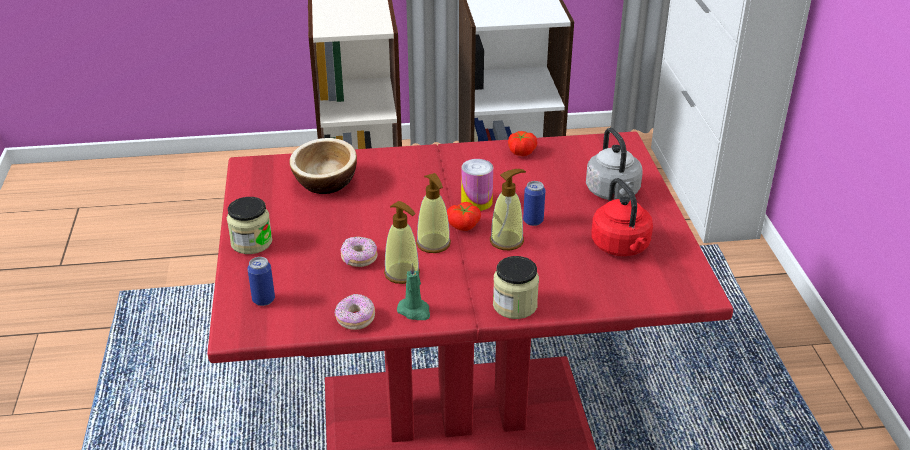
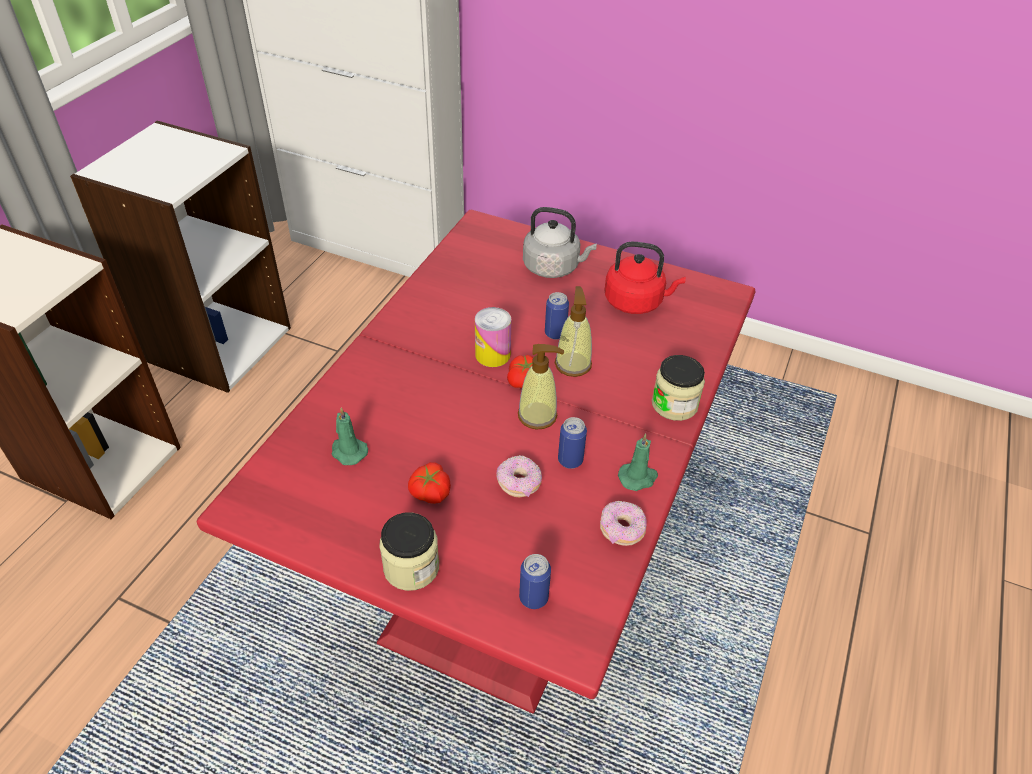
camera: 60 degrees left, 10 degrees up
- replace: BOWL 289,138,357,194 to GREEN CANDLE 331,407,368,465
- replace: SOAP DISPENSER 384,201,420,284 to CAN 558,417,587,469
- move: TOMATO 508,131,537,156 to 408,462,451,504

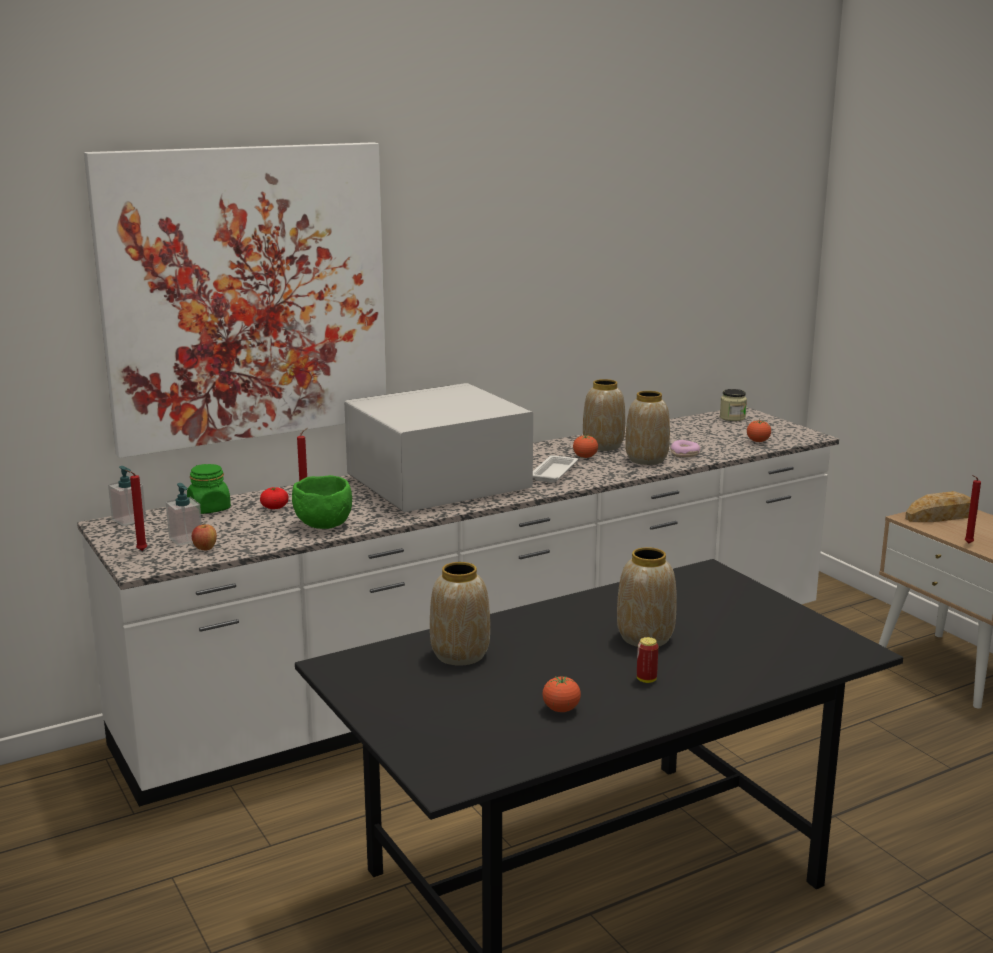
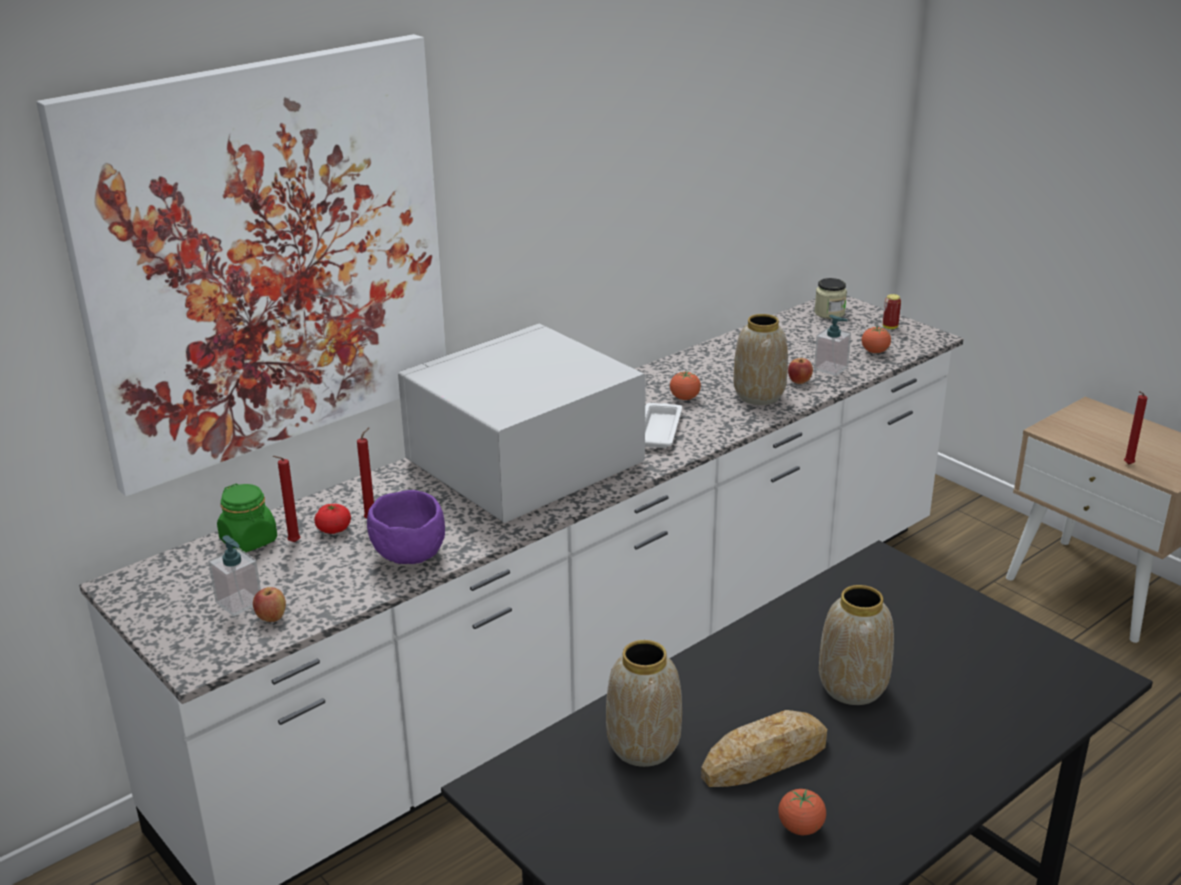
camera: 10 degrees left, 10 degrees up
- move: SOAP DISPENSER 108,466,146,526 to 814,315,851,376
- move: RED CANDLE 125,470,147,551 to 272,456,300,543
- recolor: GREEN BOWL 292,475,352,529 to PURPLE BOWL 367,490,445,564
- delete: VASE 583,379,625,451
- move: CAN 637,637,659,683 to 883,294,901,329
- replace: DONUT 670,440,700,457 to APPLE 788,358,813,384
- move: BREAD 905,491,978,522 to 701,710,827,787

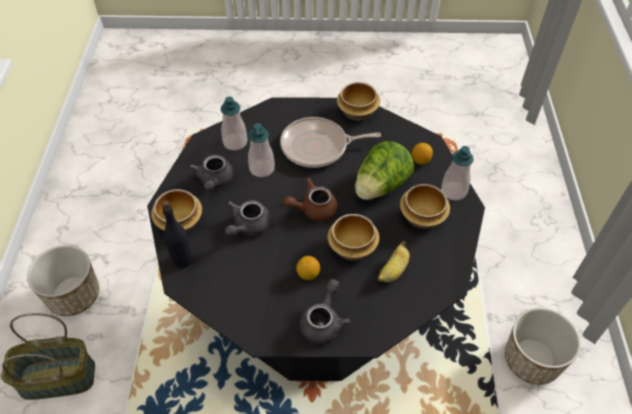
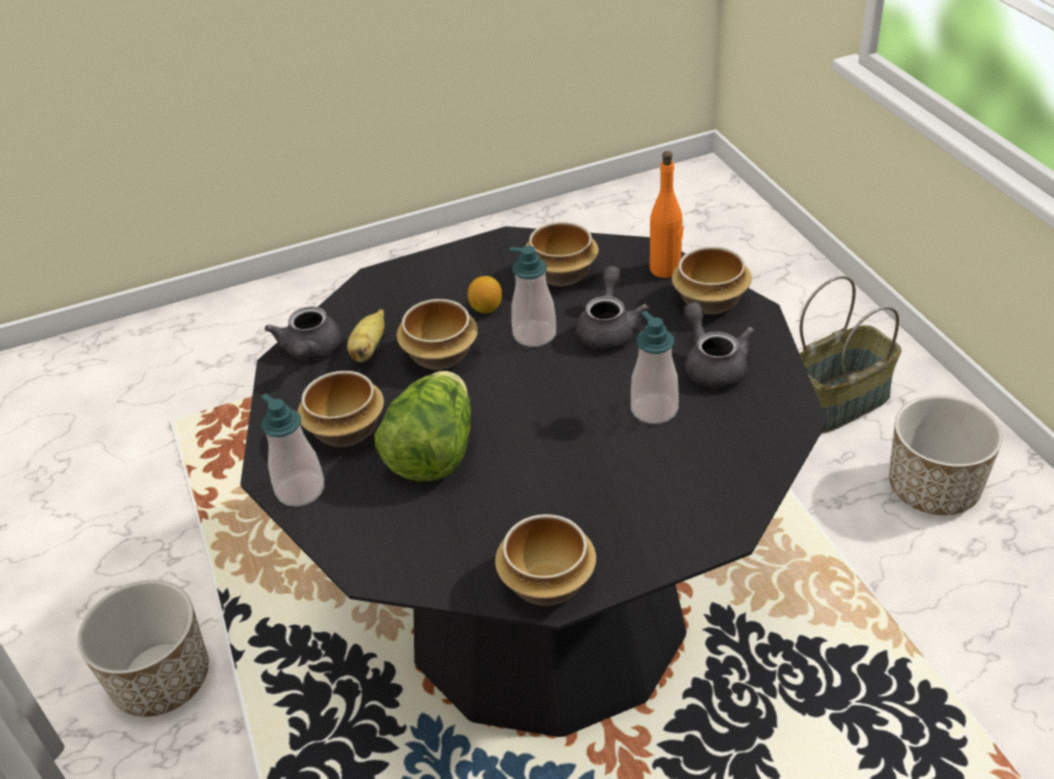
camera: 160 degrees right, 10 degrees down
- recolor: BLACK BOTTLE 162,201,193,268 to ORANGE BOTTLE 650,151,683,278
- move: SOAP DISPENSER 221,97,248,150 to 510,246,556,347
- delete: FRYING PAN 280,117,381,168
- delete: BROWN TEAPOT 283,178,338,221
- move: GREY TEAPOT 300,279,351,344 to 265,306,342,360
- delete: LEMON 412,143,433,165
- insert: BOWL 526,222,599,286

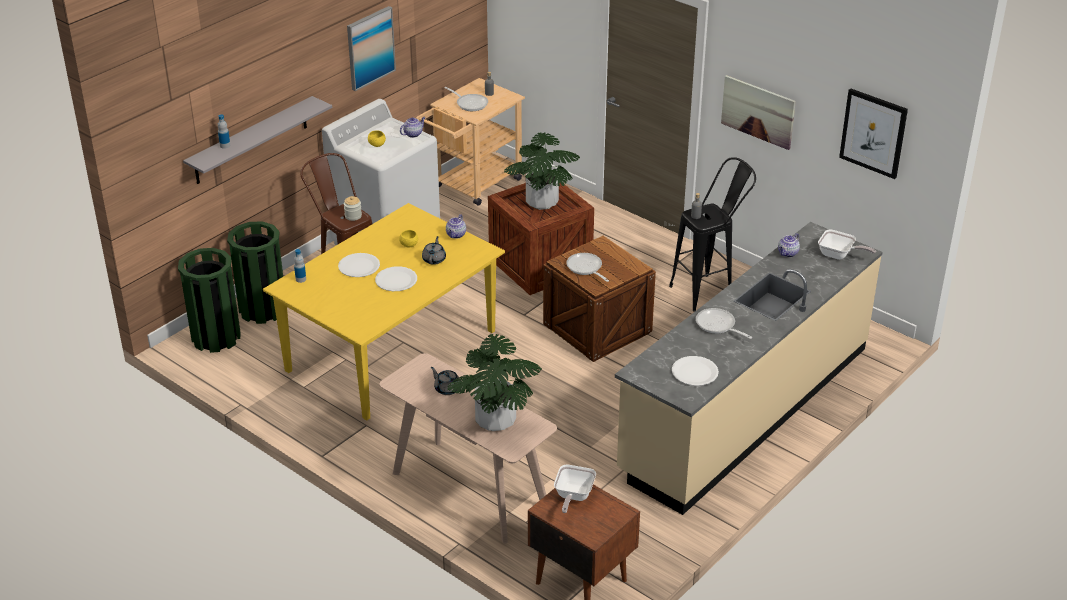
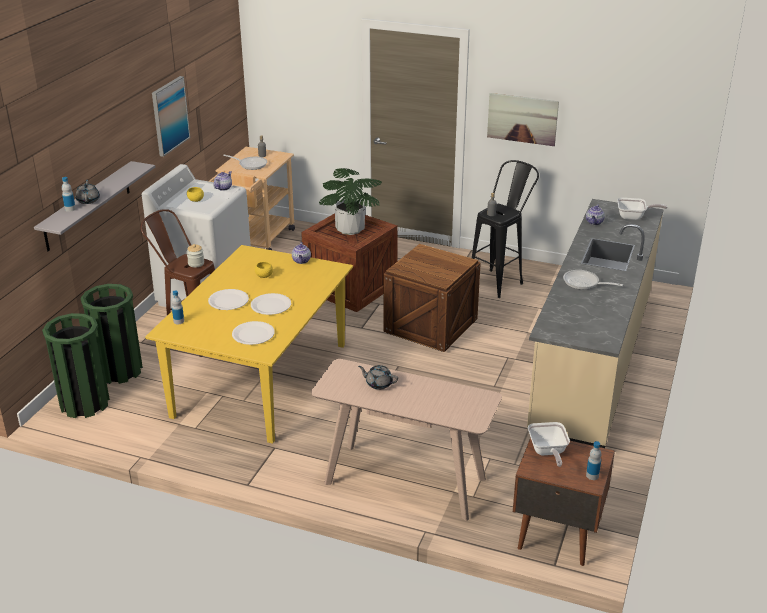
camera: 20 degrees left, 5 degrees down
- move: GREY TEAPOT 422,236,446,265 to 75,179,100,204
- delete: POTTED PLANT 448,334,542,431
- delete: FRYING PAN 566,253,609,282
- move: WHITE PLATE 672,356,719,386 to 232,321,274,345
- delete: PICTURE 839,88,908,179
- insert: BOTTLE 586,441,601,480

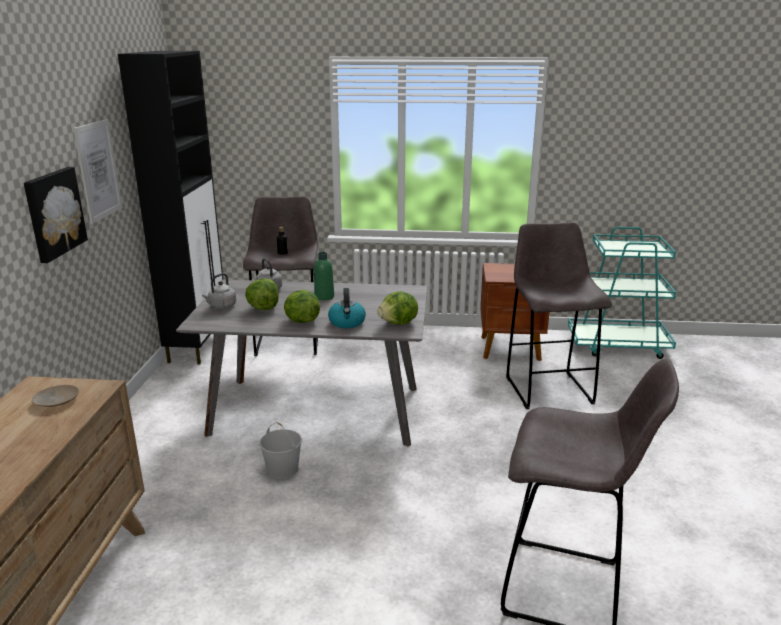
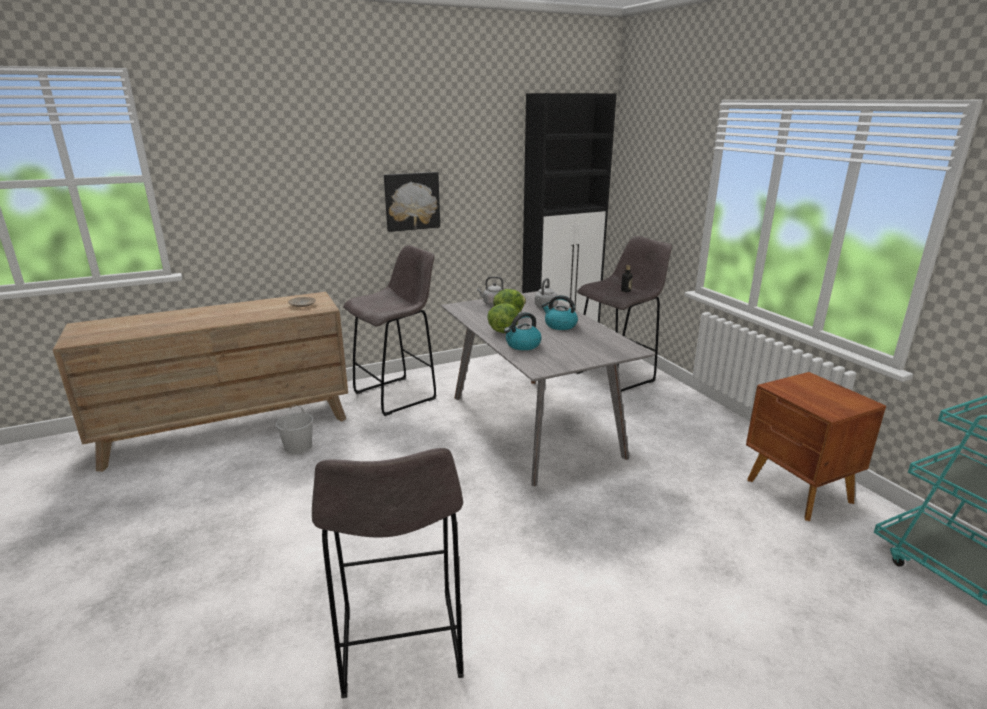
camera: 60 degrees right, 0 degrees up
- delete: PICTURE 73,119,123,224
- move: WHITE BUCKET 259,422,302,479 to 276,405,313,454
- replace: GREEN BOTTLE 314,252,334,300 to KETTLE 542,295,578,330
- delete: LETTUCE 377,291,418,325
- move: GREY STOOL 506,222,612,409 to 343,245,437,416

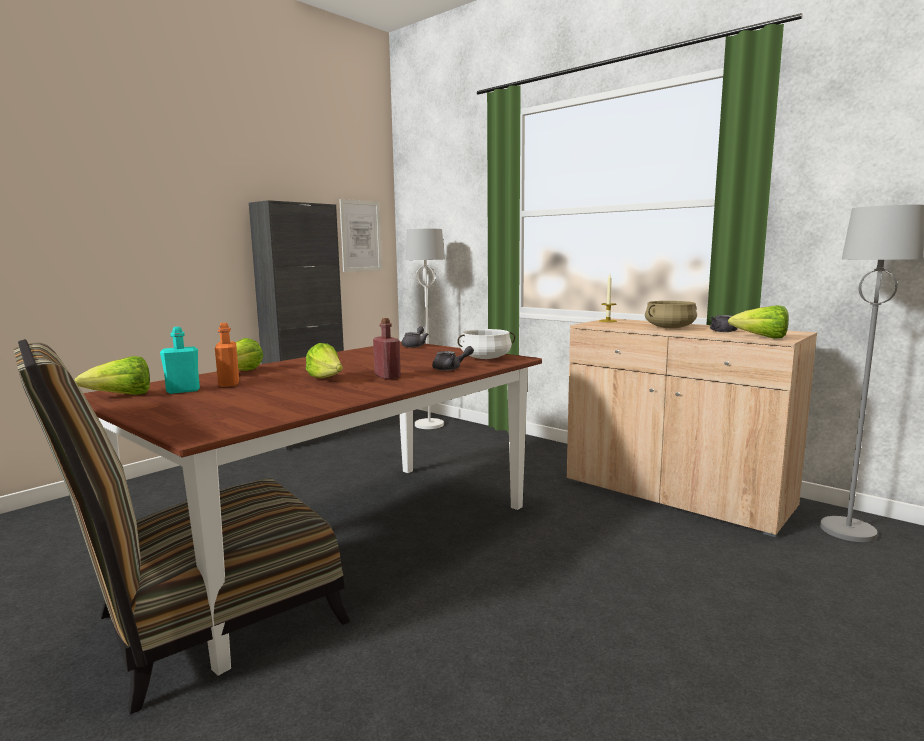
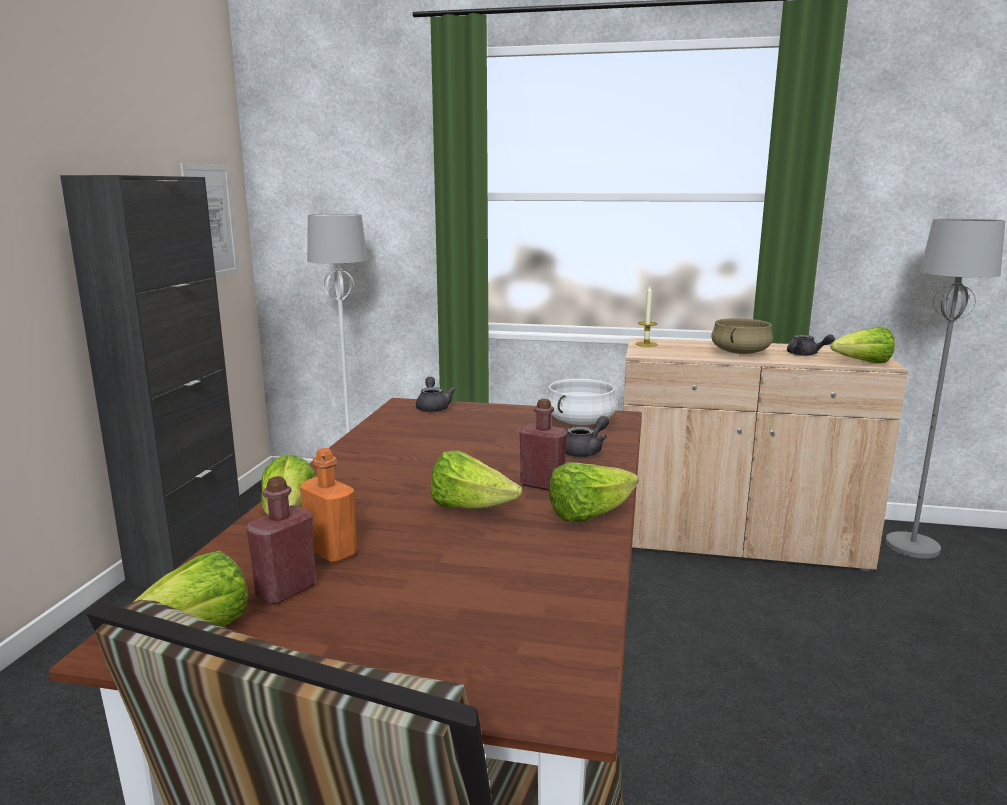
camera: 30 degrees left, 5 degrees up
- recolor: TURQUOISE BOTTLE 160,327,200,394 to RED BOTTLE 246,476,316,605
- insert: LETTUCE 549,462,638,522

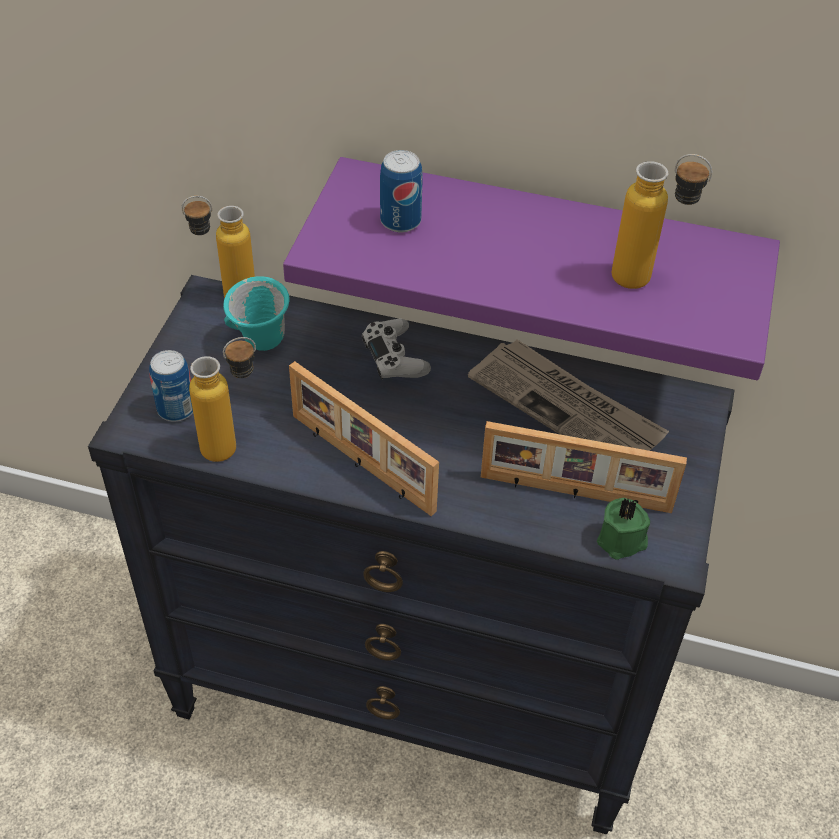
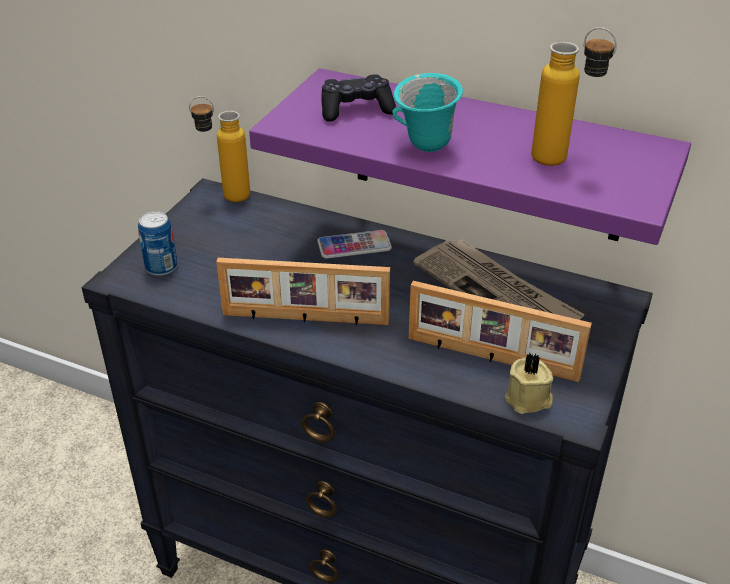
camera: 10 degrees right, 10 degrees down
- delete: BOTTLE 189,337,256,462
- move: TURQUOISE MUG 223,276,290,351 to 392,73,463,152
- rotate: PICTURE FRAME 289,361,439,516 = 216,258,390,326 45 degrees counterclockwise
- replace: WHITE GAME CONTROLLER 362,319,431,379 to PHONE 317,230,392,259
- replace: CAN 380,150,423,233 to BLACK GAME CONTROLLER 321,74,396,122
- recolor: GREEN CANDLE 597,498,650,559 to BEIGE CANDLE 505,353,553,414

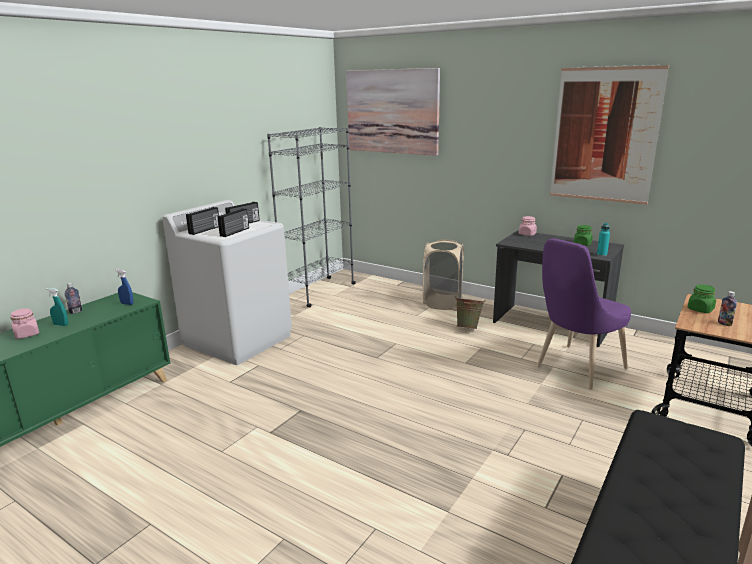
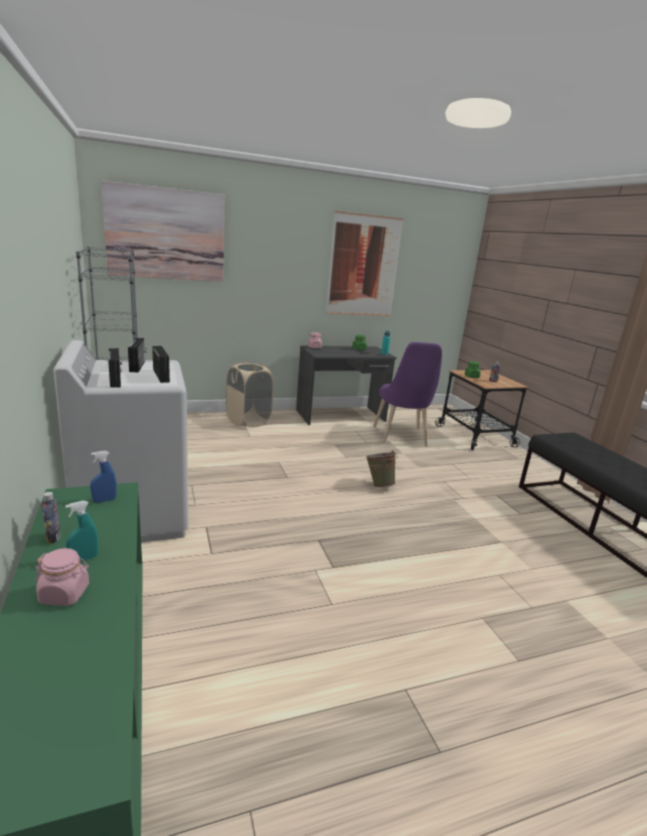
camera: 55 degrees left, 0 degrees up
- move: GREEN BUCKET 455,296,485,329 to 366,450,398,487

